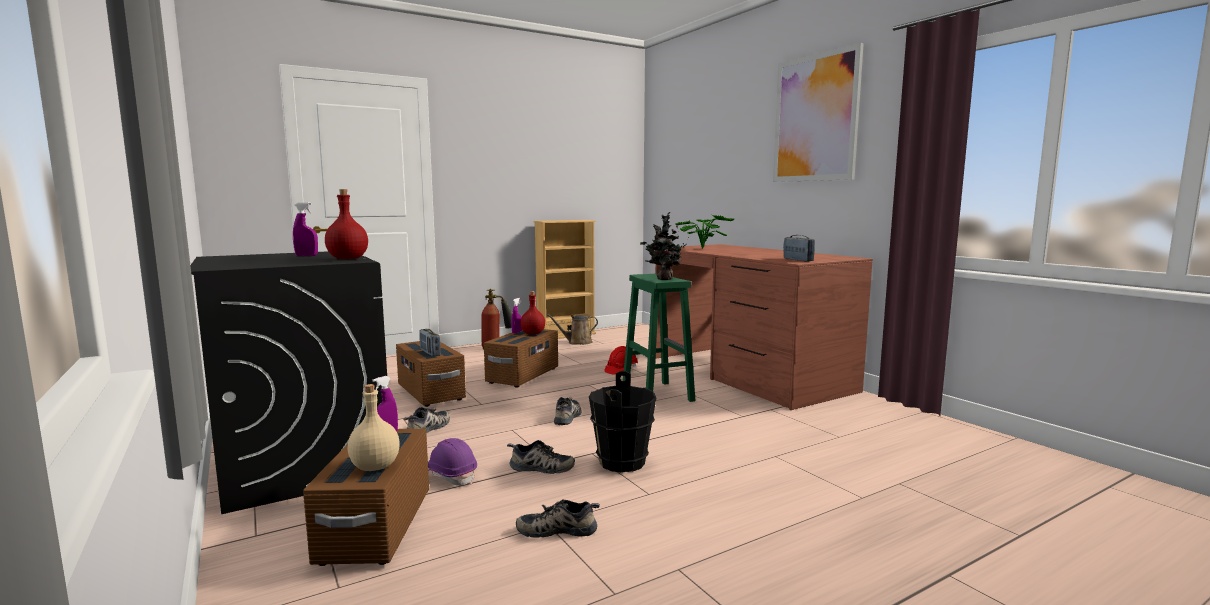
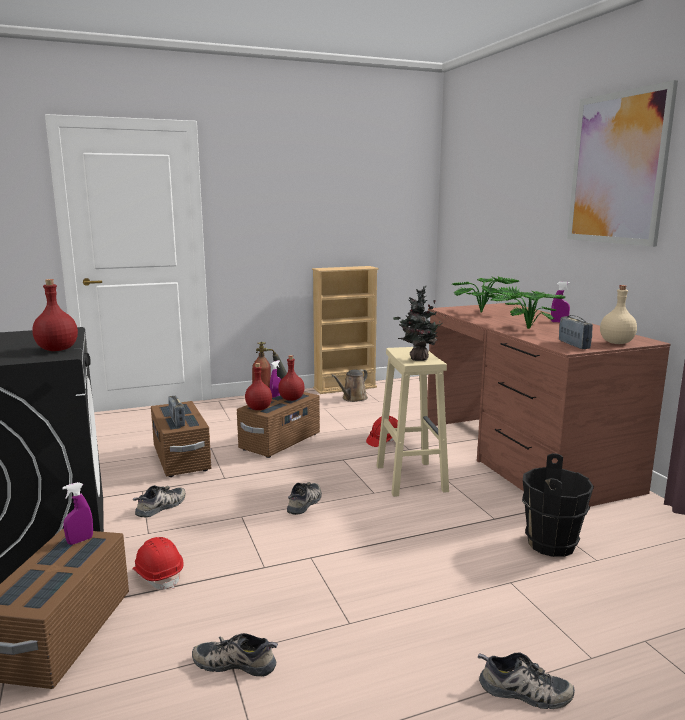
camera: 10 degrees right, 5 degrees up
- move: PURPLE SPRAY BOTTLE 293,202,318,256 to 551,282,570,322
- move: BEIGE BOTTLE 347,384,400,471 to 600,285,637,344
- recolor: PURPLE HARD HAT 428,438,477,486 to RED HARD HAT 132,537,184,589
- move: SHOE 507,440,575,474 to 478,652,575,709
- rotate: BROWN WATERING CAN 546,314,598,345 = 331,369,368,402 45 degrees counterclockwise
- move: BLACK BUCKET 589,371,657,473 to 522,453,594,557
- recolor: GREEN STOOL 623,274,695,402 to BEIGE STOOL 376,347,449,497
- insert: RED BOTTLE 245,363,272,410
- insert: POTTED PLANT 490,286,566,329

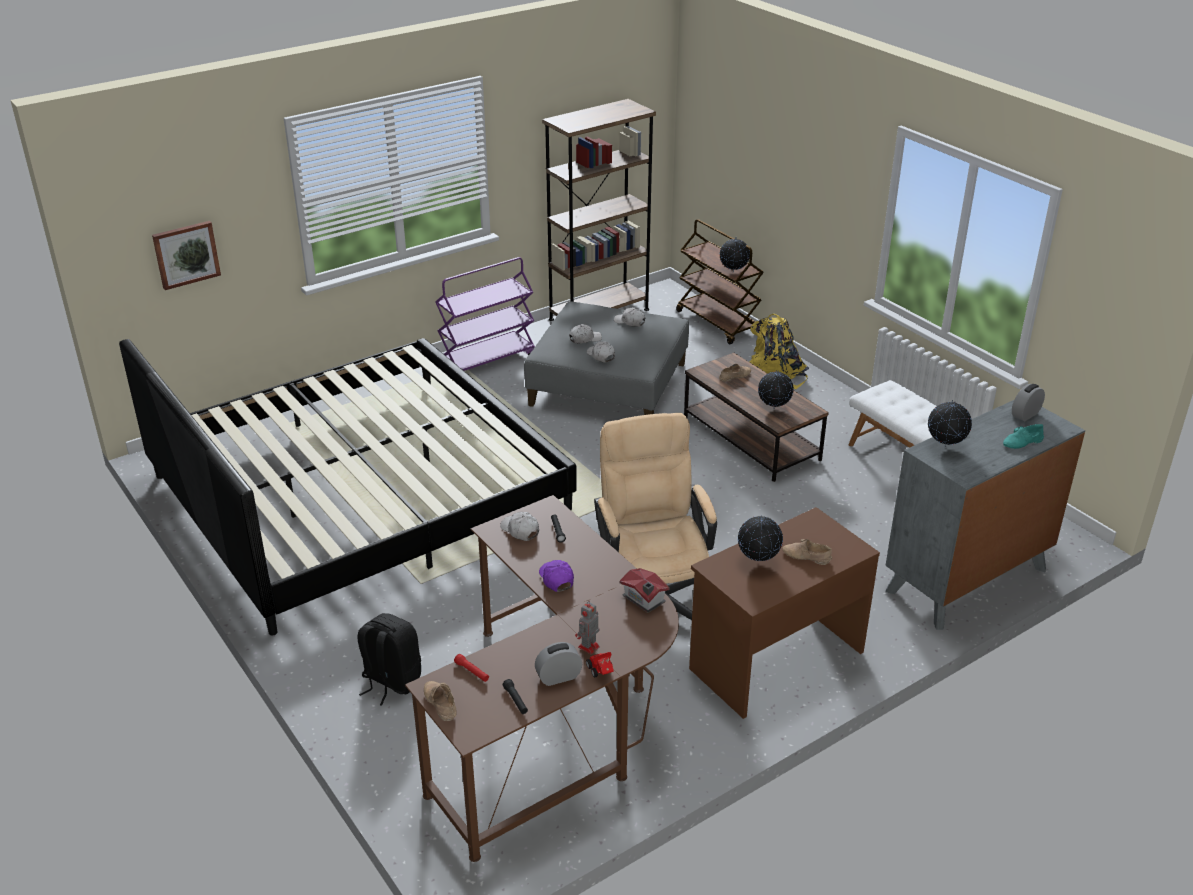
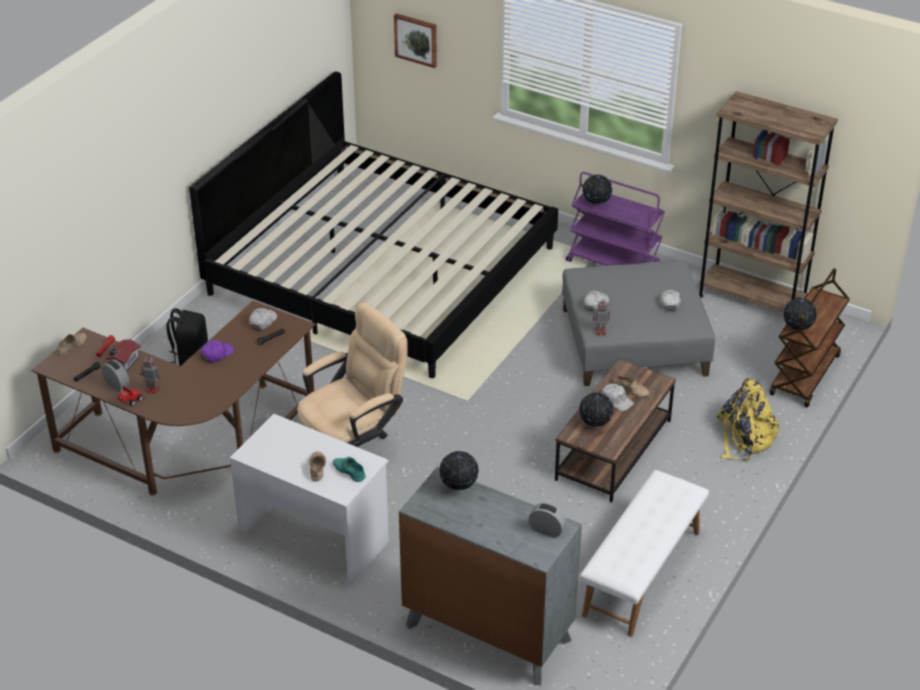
camera: 65 degrees right, 5 degrees up
- move: WHITE CAP 569,324,602,344 to 601,384,634,411
- move: TOY HOUSE 620,568,669,613 to 106,339,141,372
- recolor: BROWN DESK 689,507,880,719 to WHITE DESK 230,414,389,586
- move: GLOBE 738,516,783,561 to 582,173,612,204
- move: TURQUOISE SHOE 1003,424,1044,449 to 333,457,366,482
- insert: TOY ROBOT 592,301,610,335

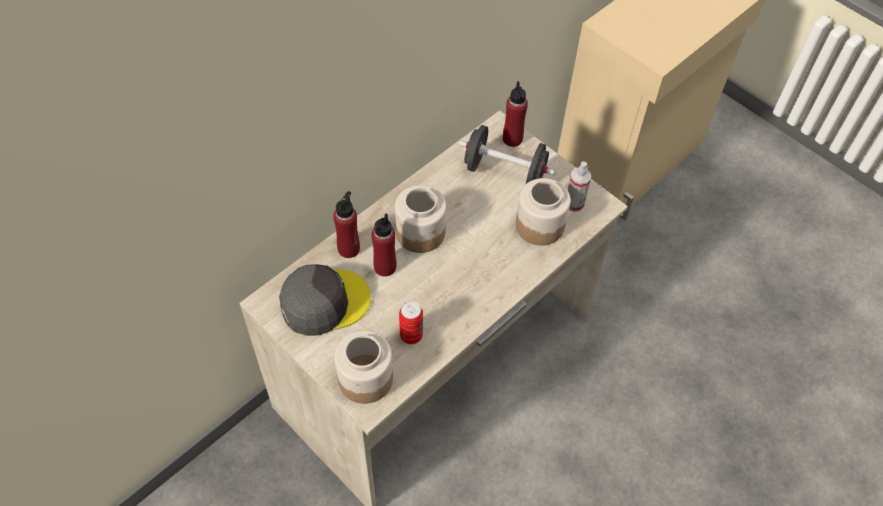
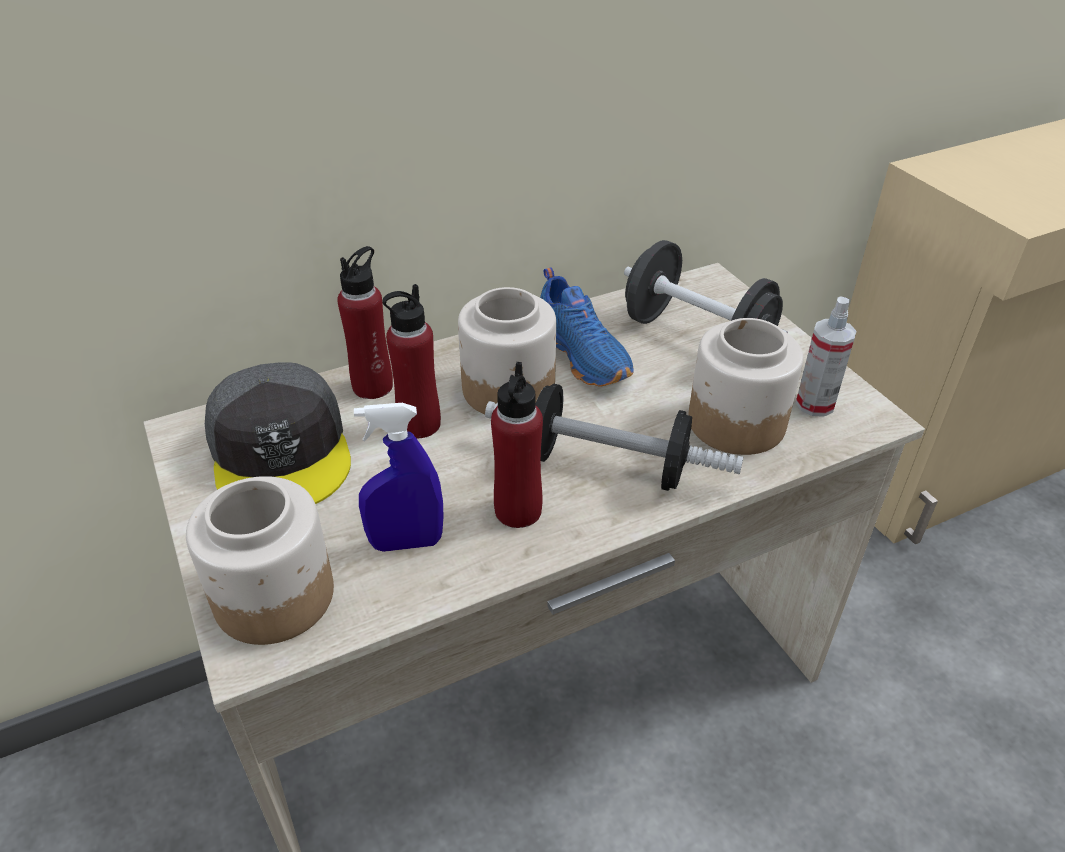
camera: 20 degrees right, 15 degrees down
- rotate: GREY CAP 279,264,371,336 = 205,362,351,504 75 degrees clockwise
- replace: CAN 399,301,423,344 to BLUE SPRAY BOTTLE 354,403,444,552
- move: RED BOTTLE 503,81,528,147 to 491,362,543,528
- insert: DUMBBELL 485,384,743,491
- insert: BLUE SHOE 540,268,634,387

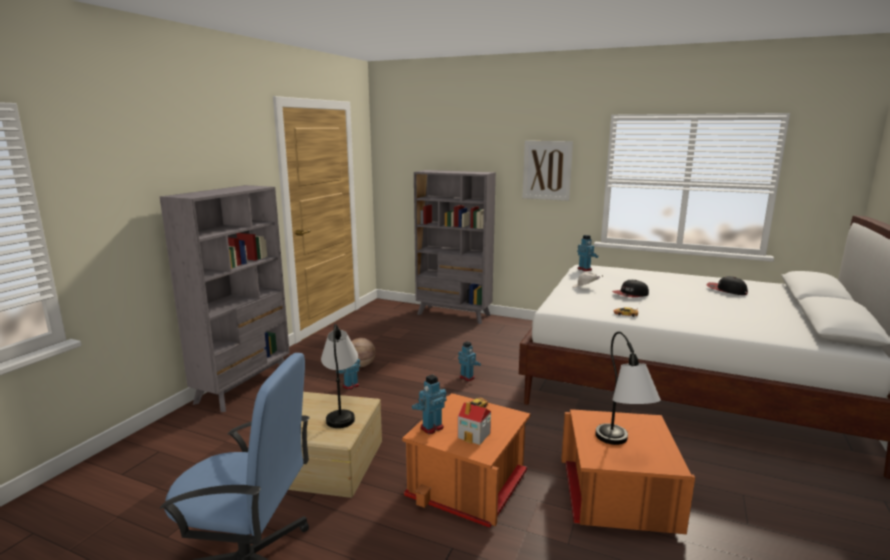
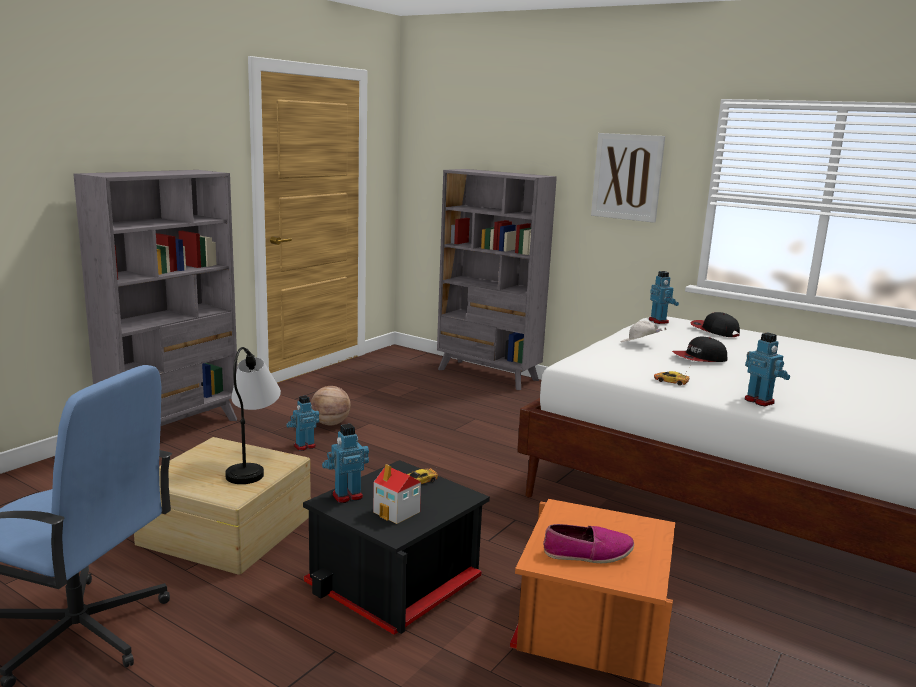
camera: 10 degrees right, 0 degrees up
- recolor: ORANGE STORAGE BOX 402,393,530,528 to BLACK STORAGE BOX 303,460,490,635
- move: TOY ROBOT 458,341,481,381 to 744,332,790,406
- replace: TABLE LAMP 595,332,661,445 to SHOE 543,524,634,563
- move: CAP 707,276,748,295 to 690,312,740,337

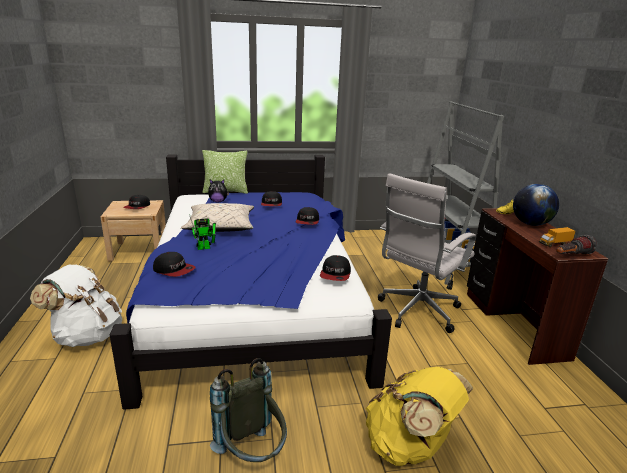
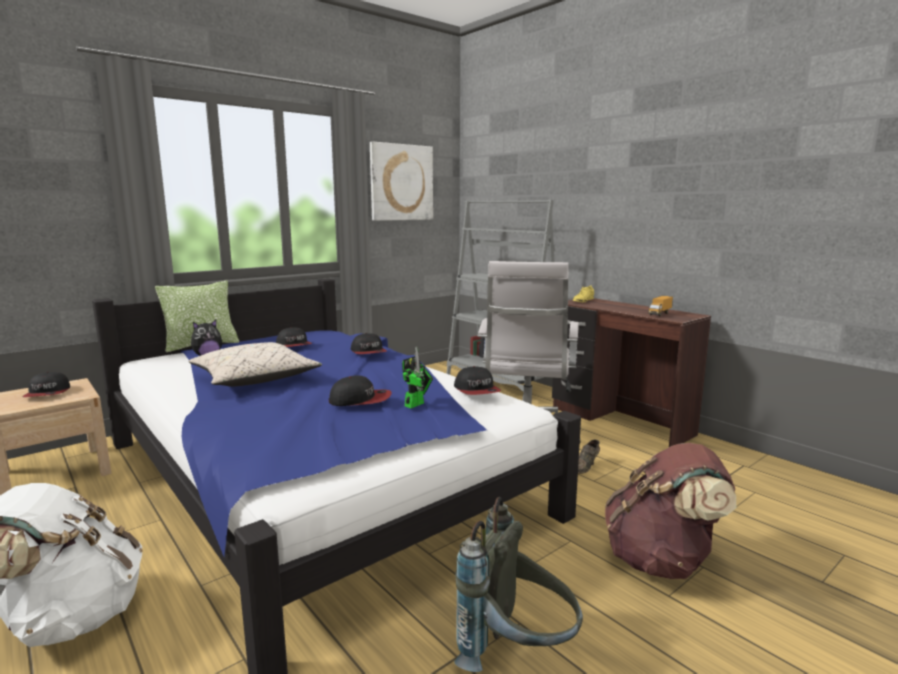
camera: 30 degrees left, 10 degrees down
- move: CAP 153,252,195,277 to 329,375,392,406
- move: TOY ROBOT 189,214,216,250 to 402,346,433,409
- recolor: YELLOW BACKPACK 365,367,473,466 to BROWN BACKPACK 605,443,736,579
- delete: GLOBE 513,184,559,226
- delete: FLASHLIGHT 556,235,597,255
- insert: PICTURE 370,141,433,221
- insert: BROWN SHOE 578,440,600,474

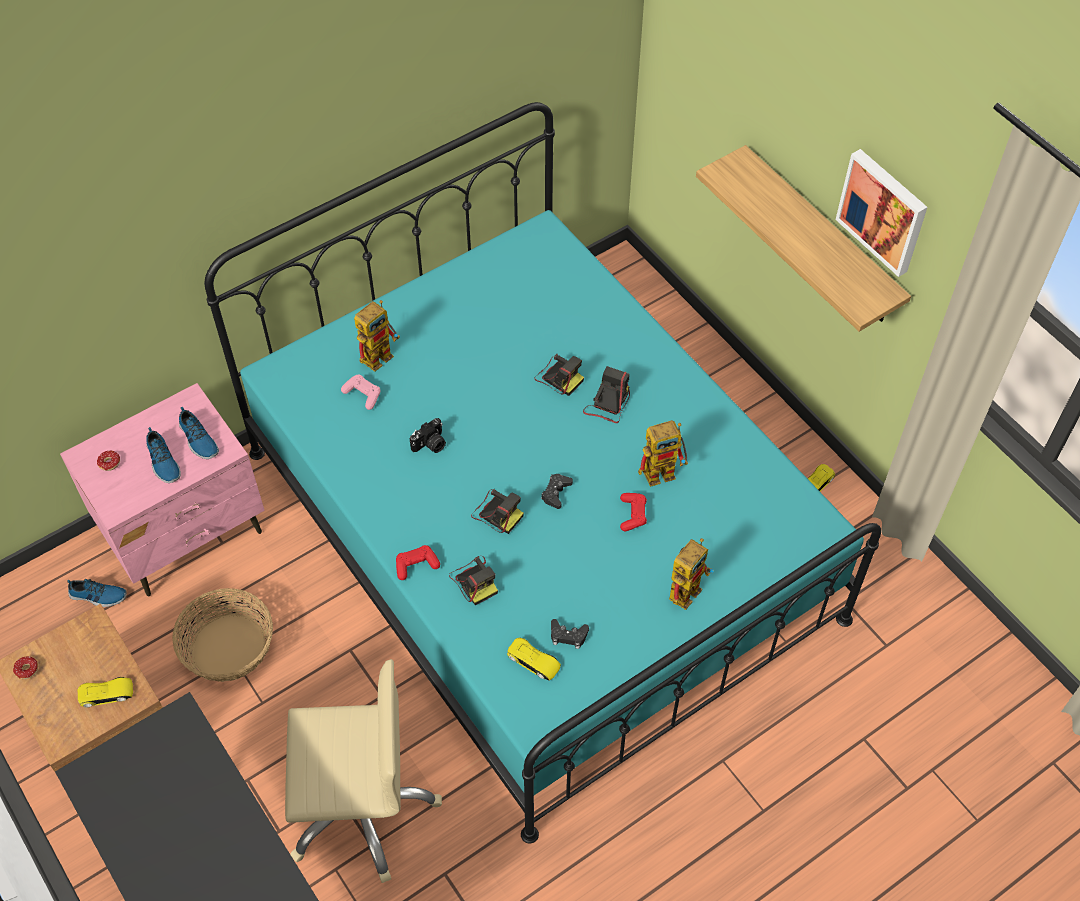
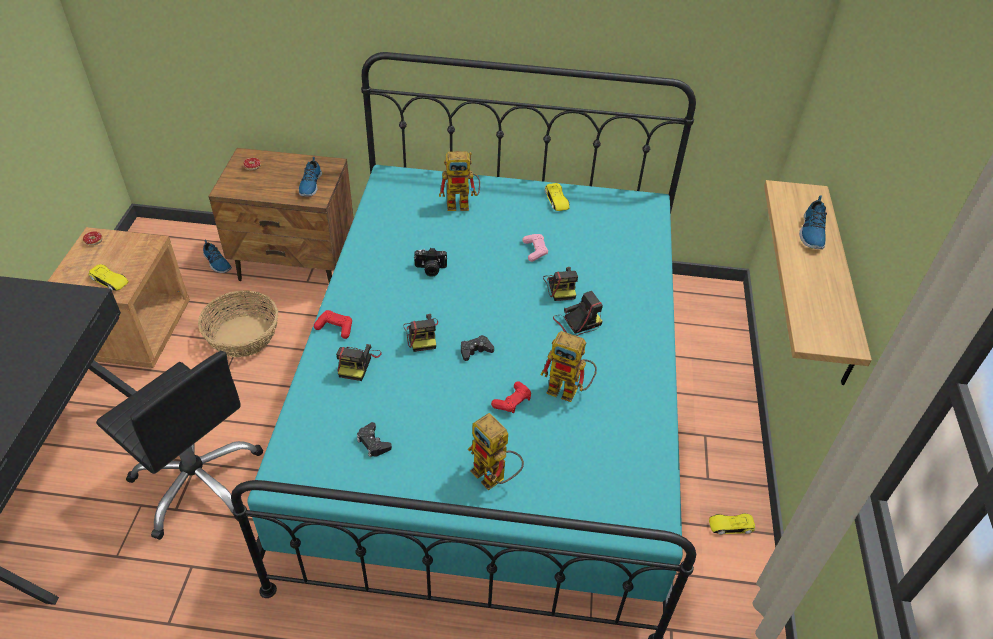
camera: 40 degrees right, 10 degrees down
- recolor: PINK NIGHTSTAND 60,383,265,596 to BROWN NIGHTSTAND 209,148,354,283
- move: SHOE 146,427,181,483 to 799,195,827,249
- recolor: BEIGE OFFICE CHAIR 285,659,442,883 to BLACK OFFICE CHAIR 96,351,263,540
- move: PINK GAME CONTROLLER 341,375,380,410 to 522,234,548,262
- move: YELLOW TOY CAR 507,637,561,681 to 545,183,570,211
- rotate: TOY ROBOT 669,538,714,610 = 468,413,524,490 60 degrees clockwise
- delete: PICTURE 835,149,927,277

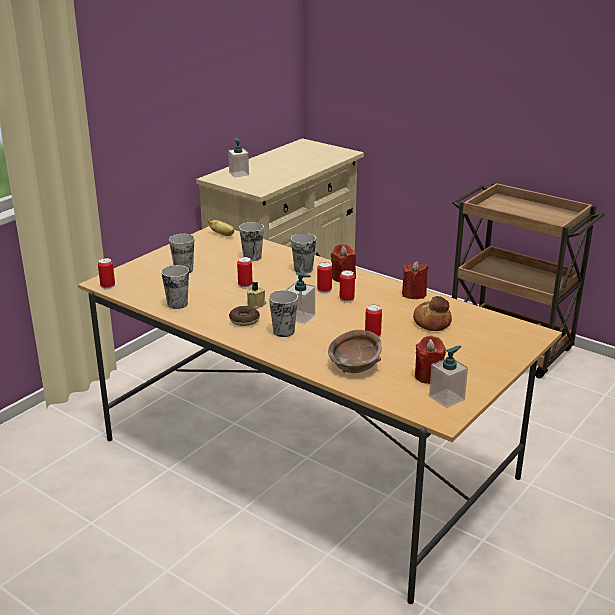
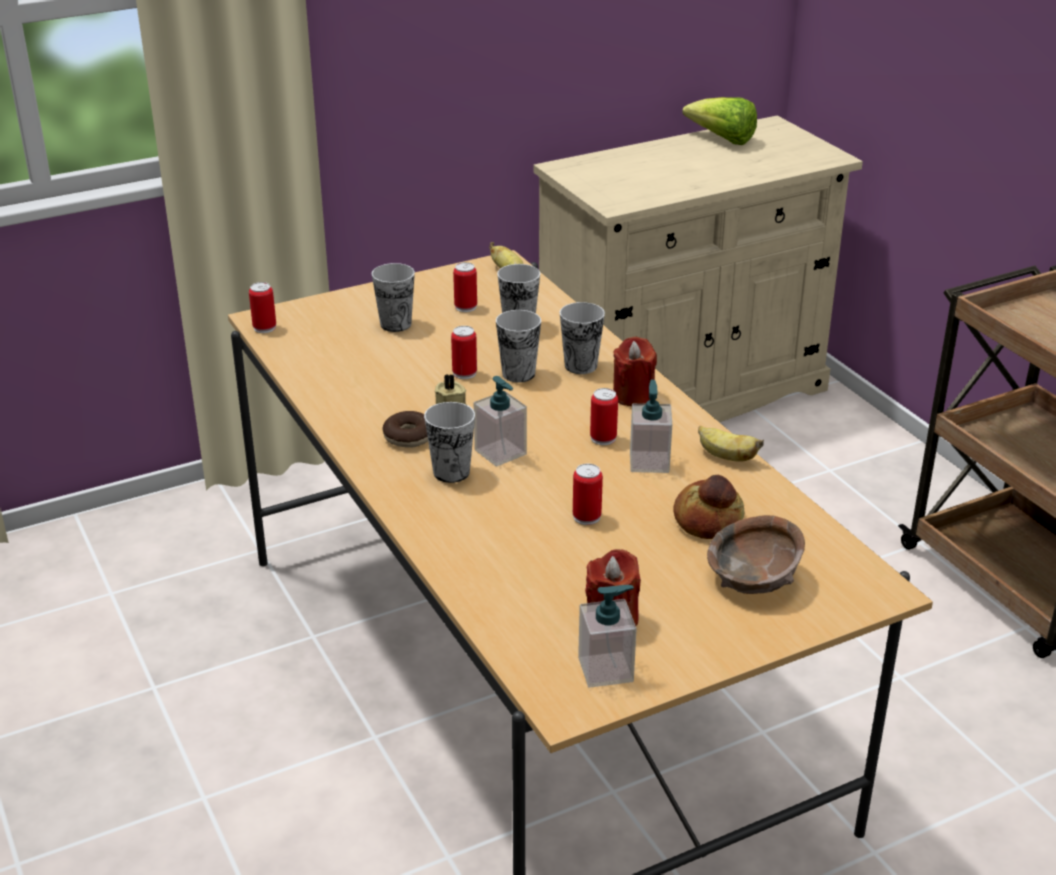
camera: 25 degrees right, 5 degrees up
- move: CUP 161,265,189,309 to 496,310,541,382
- move: SOAP DISPENSER 228,138,249,177 to 630,380,672,473
- move: CAN 317,262,332,294 to 453,262,477,312
- move: BROWN BOWL 328,330,382,373 to 707,515,805,594
- replace: RED CANDLE 402,261,428,299 to BANANA 698,426,764,462
- insert: LETTUCE 682,97,757,145

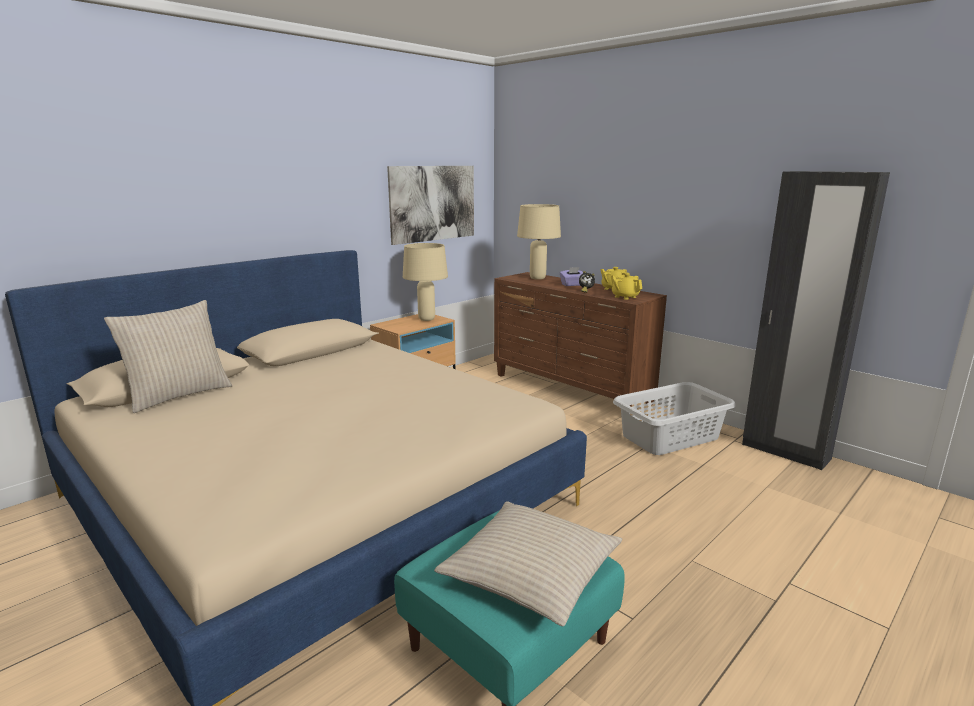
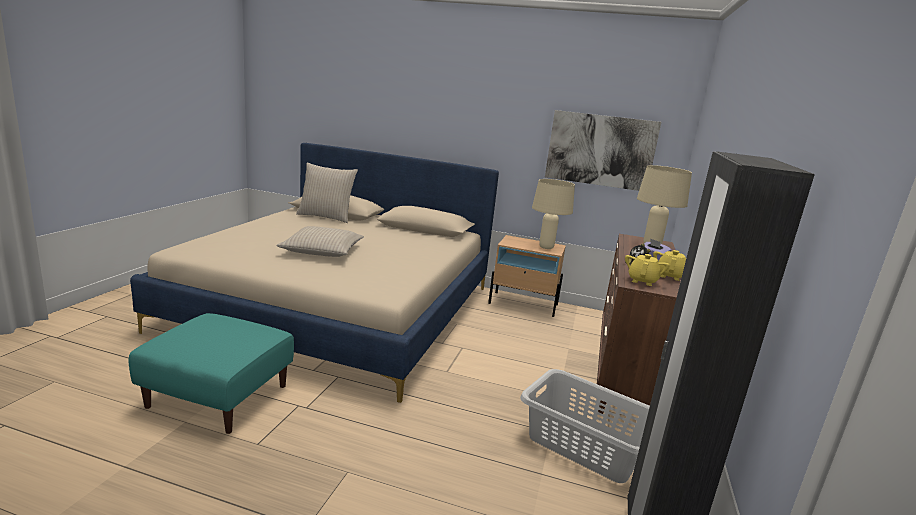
camera: 60 degrees right, 0 degrees up
- move: BEIGE PILLOW 434,501,622,626 to 276,226,364,257

